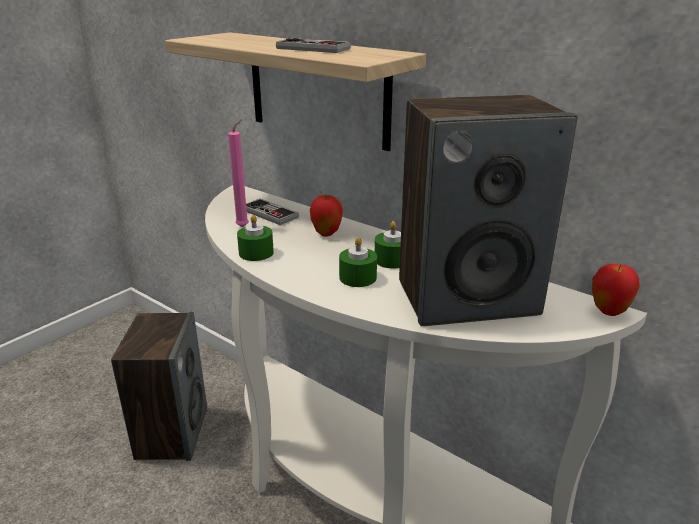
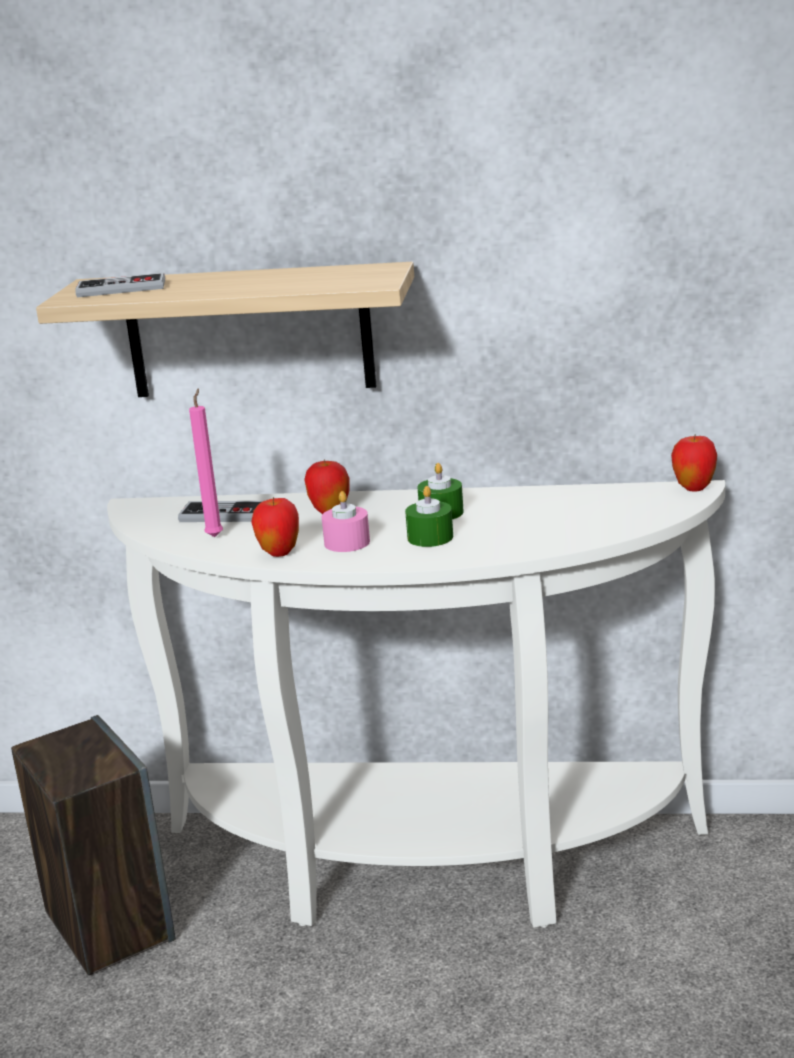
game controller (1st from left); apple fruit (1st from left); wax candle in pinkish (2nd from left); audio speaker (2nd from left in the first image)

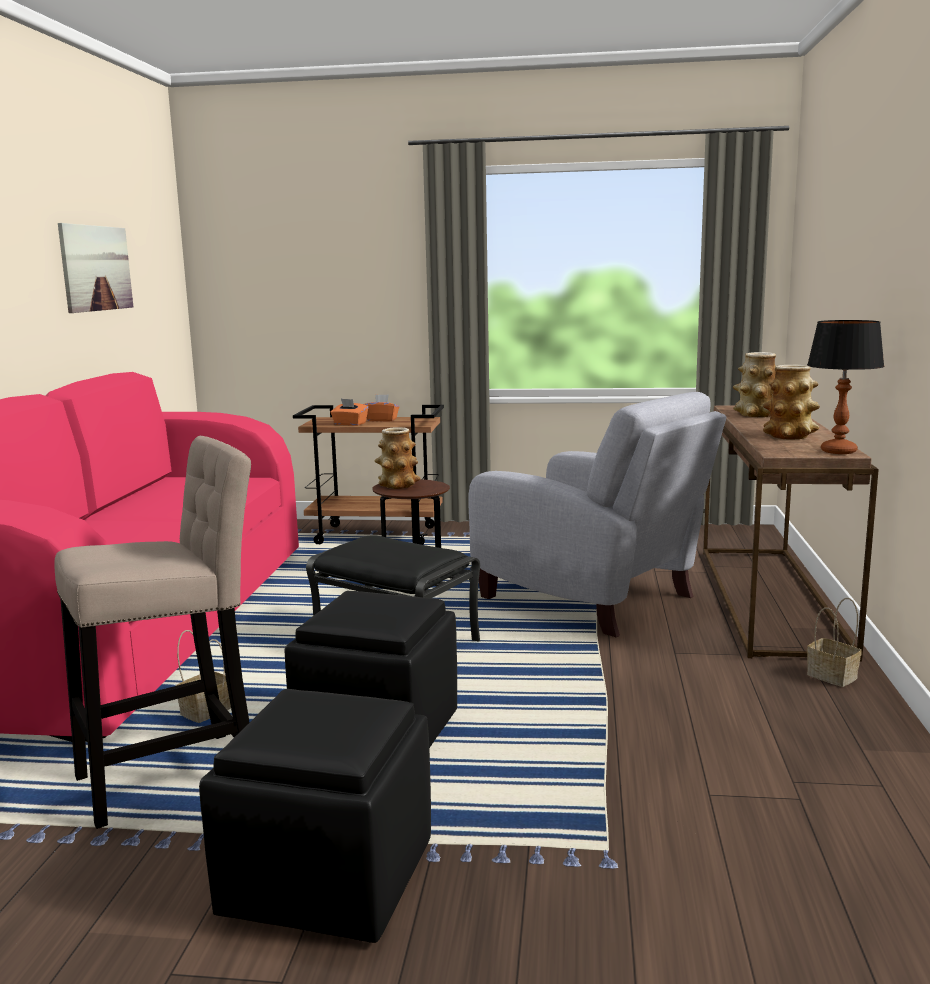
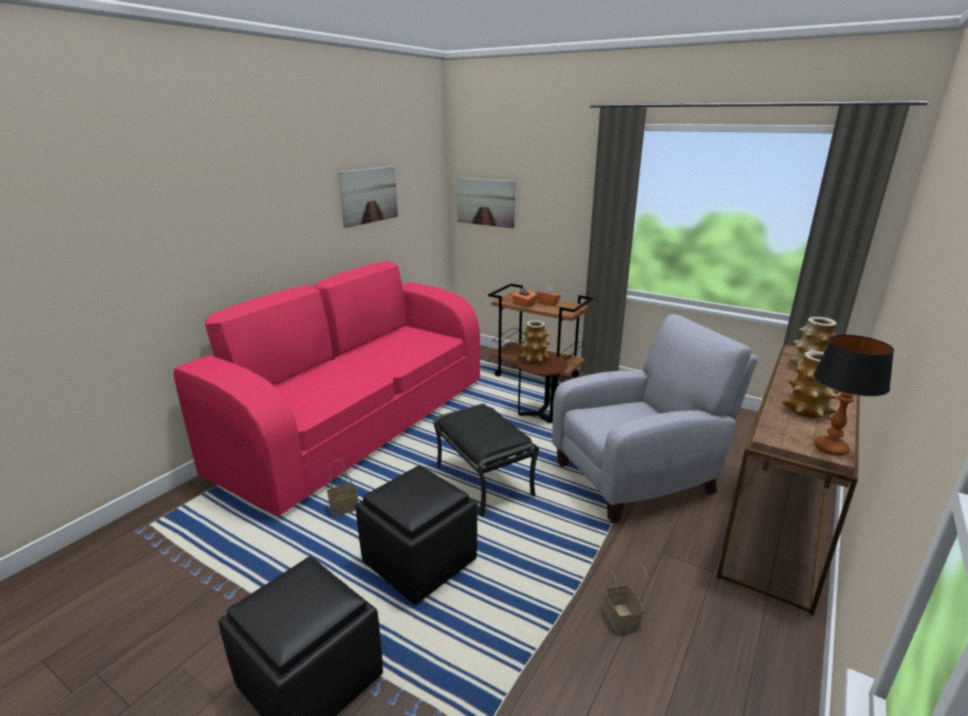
wall picture (2nd from left); lounge chair in gray; household basket (2nd from left); stool in beige-coloured

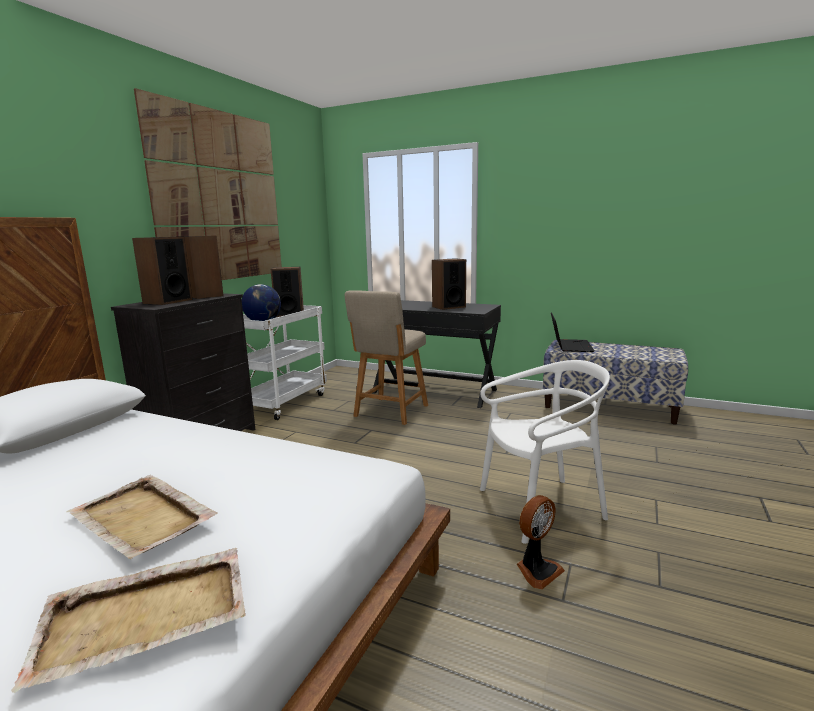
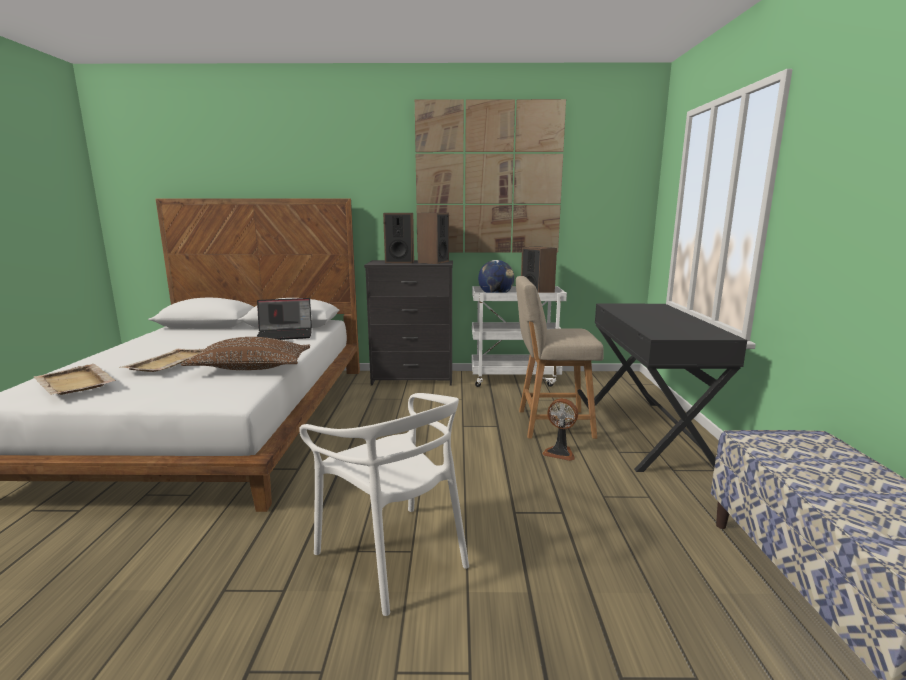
pillow in brownish; portable computer; cooling fan; audio speaker (4th from left in the first image)

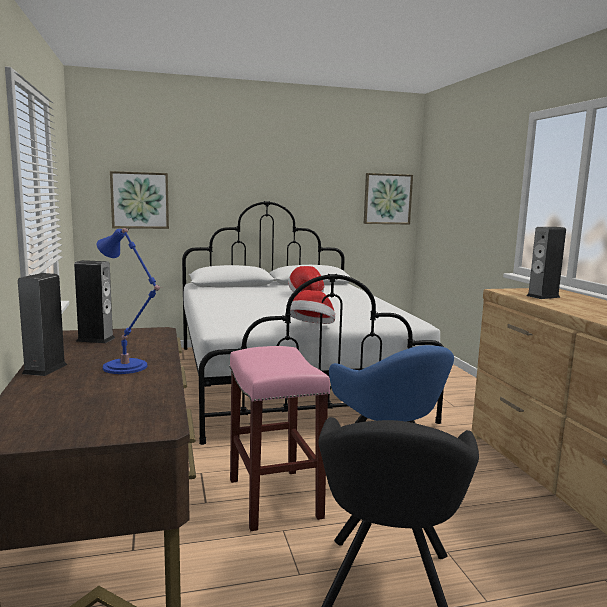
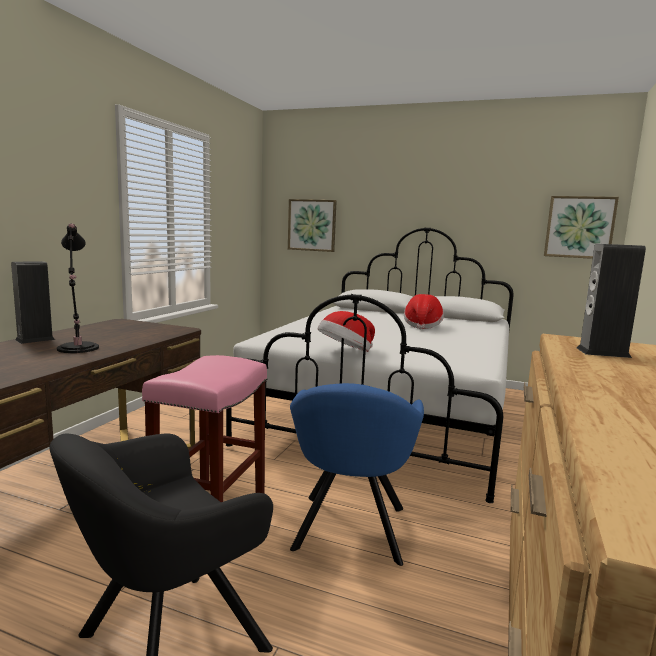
lamp for a table in blackish; audio speaker (2nd from left in the first image)

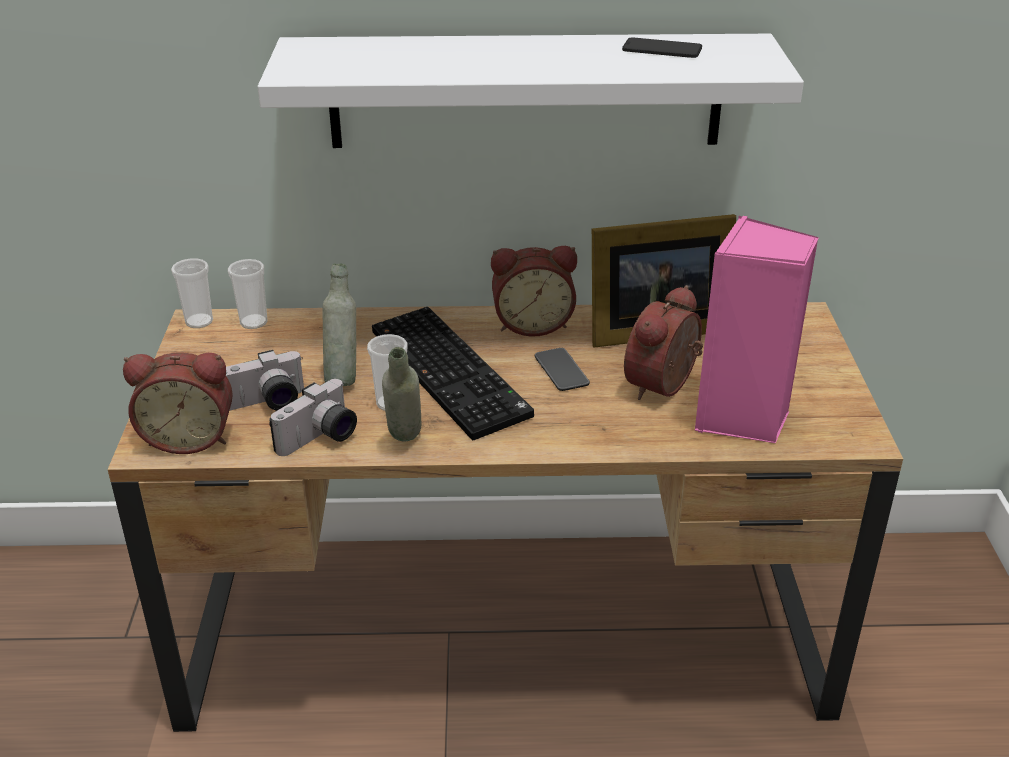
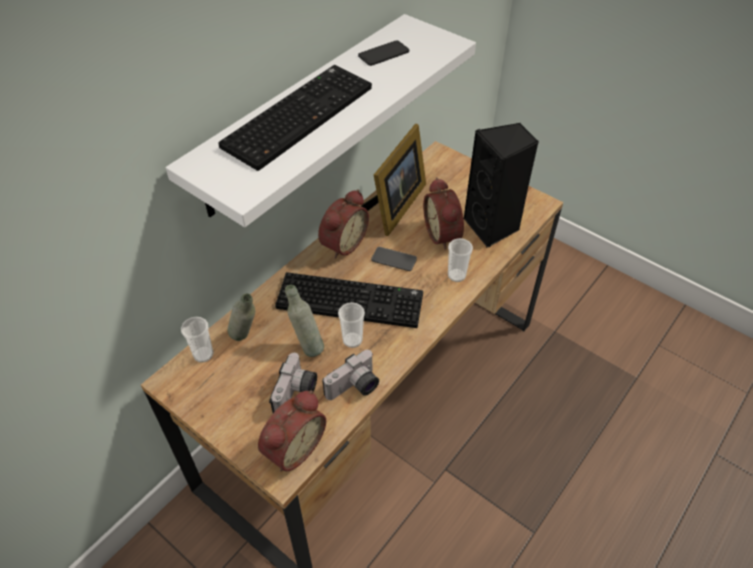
PC keyboard (1st from left); bottle in gray (1st from left); photo camera (2nd from left); drinking cup (3rd from left); audio speaker in blackish

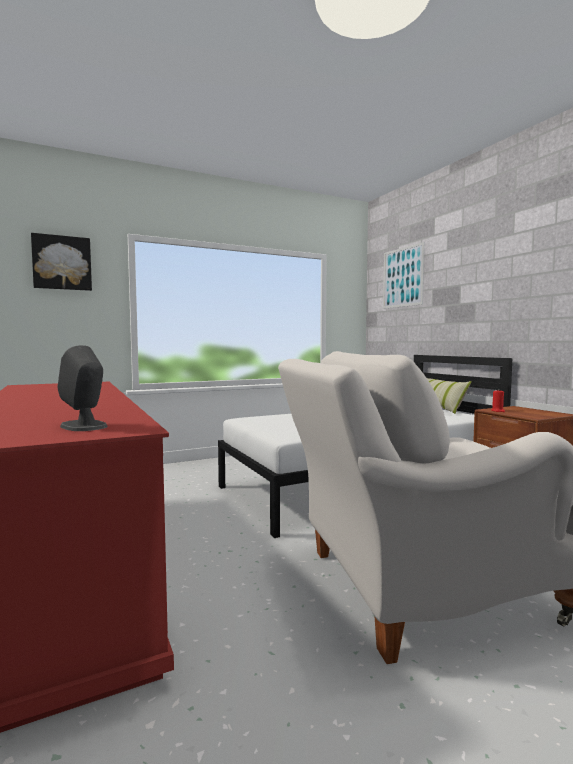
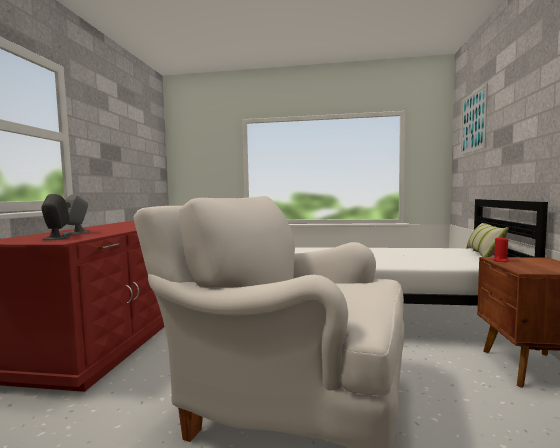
audio speaker in gray (2nd from left); wall picture (1st from left in the first image)

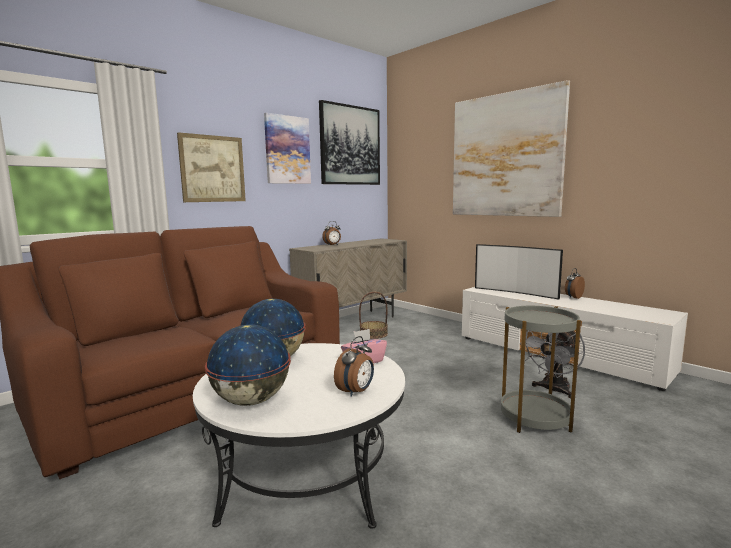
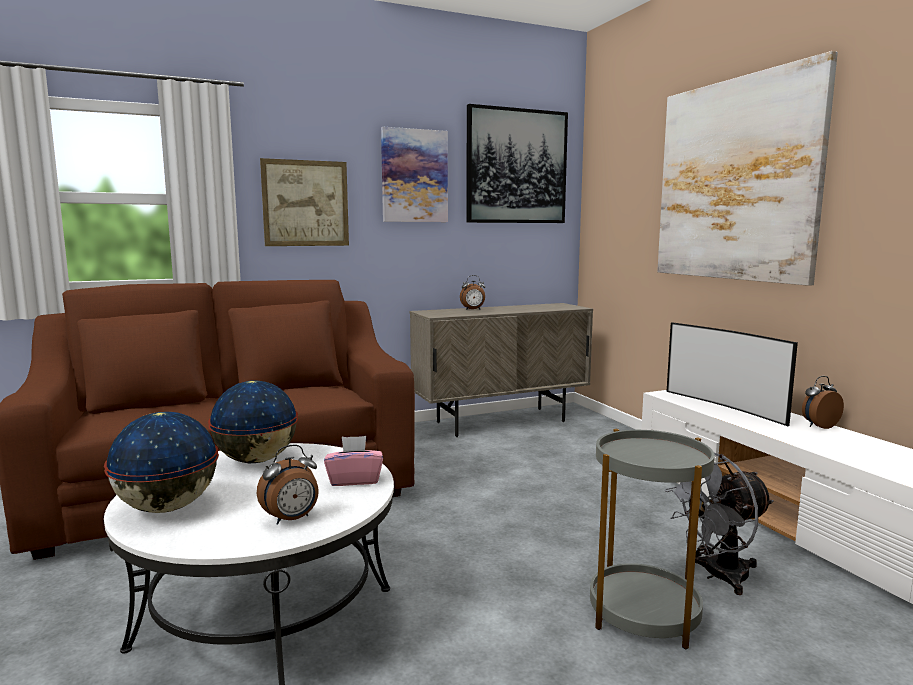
household basket

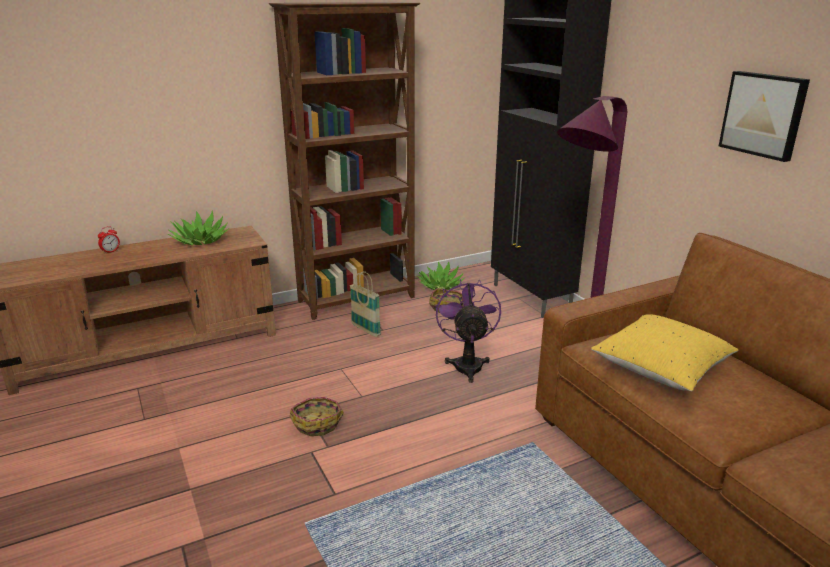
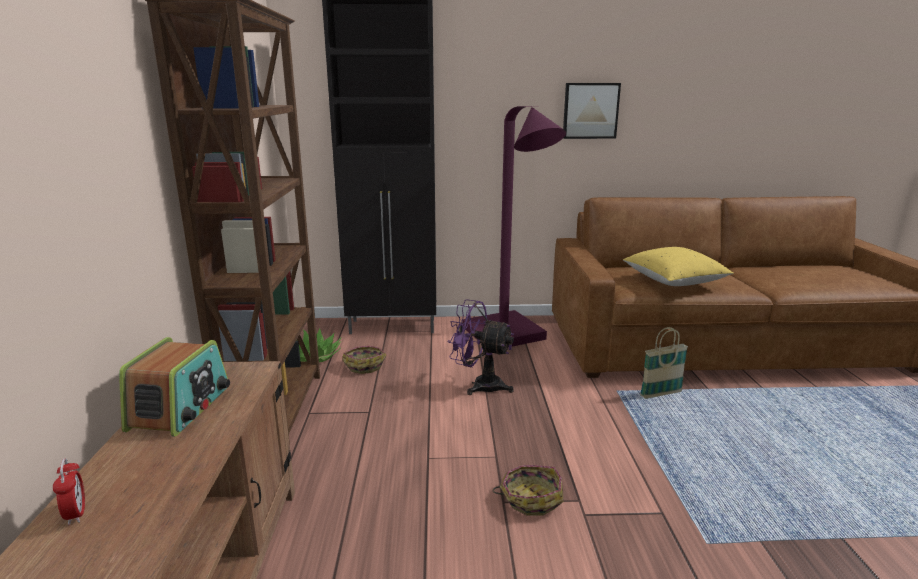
radio set; household basket (3rd from left)

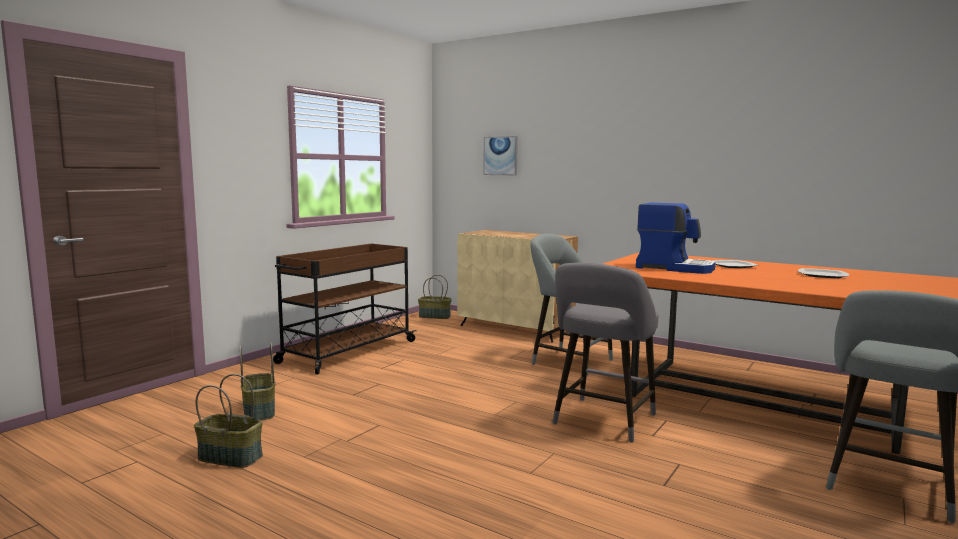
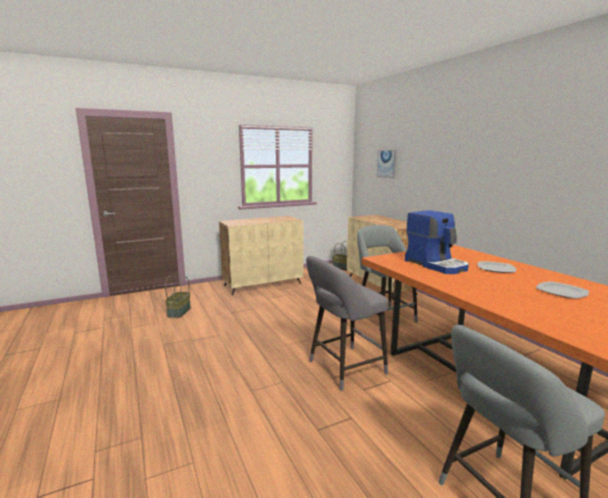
storage cabinet in beige-coloured (1st from left); household basket (1st from left in the first image)

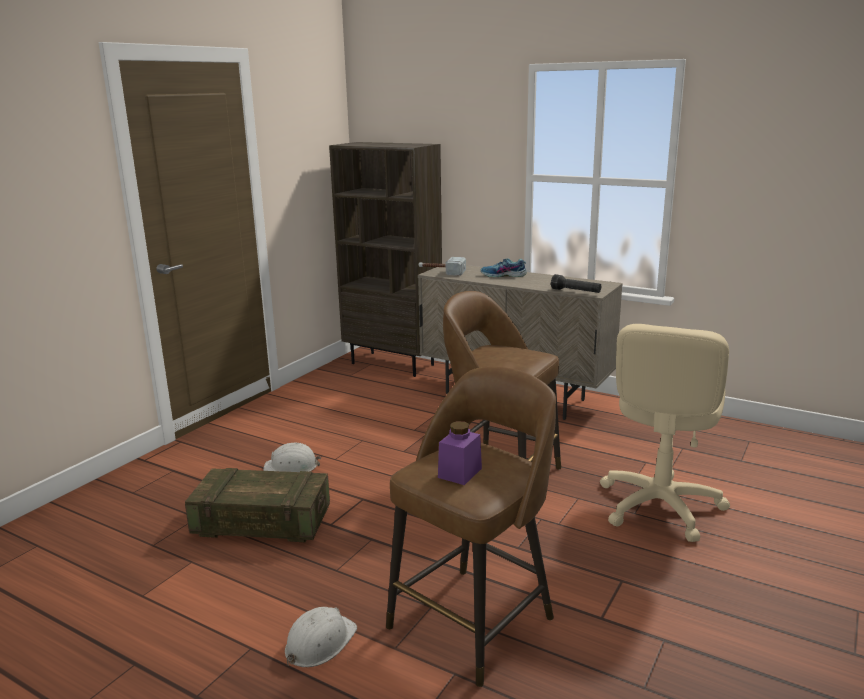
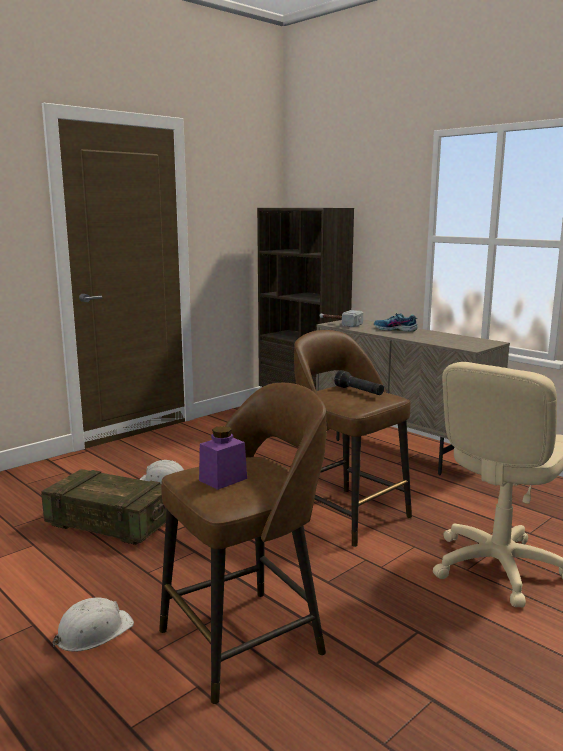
flashlight in blackish

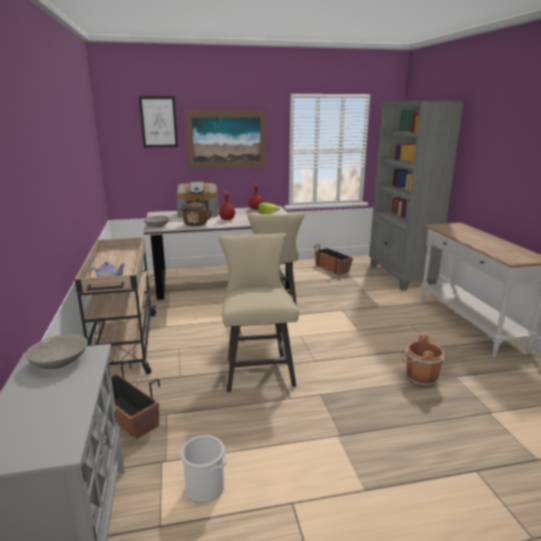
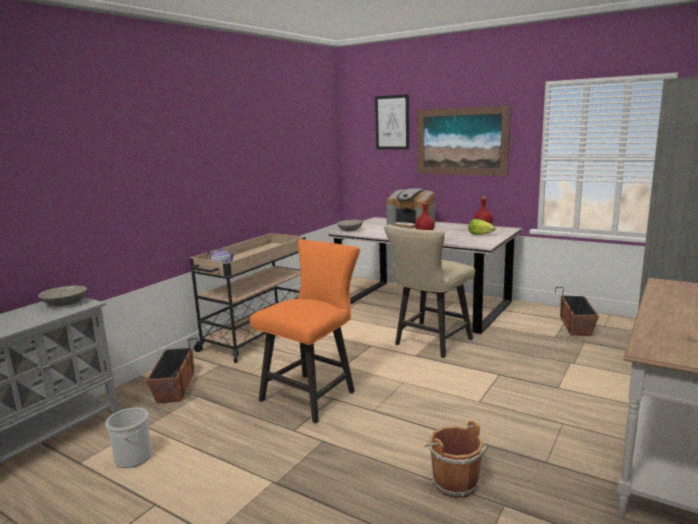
upright chair in orange-coloured; water kettle in brownish

